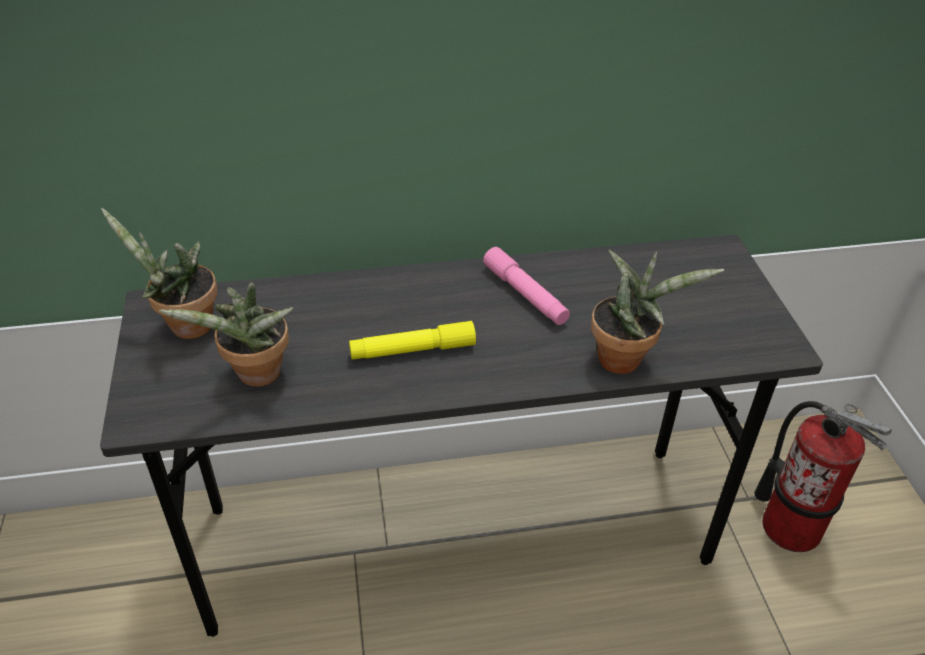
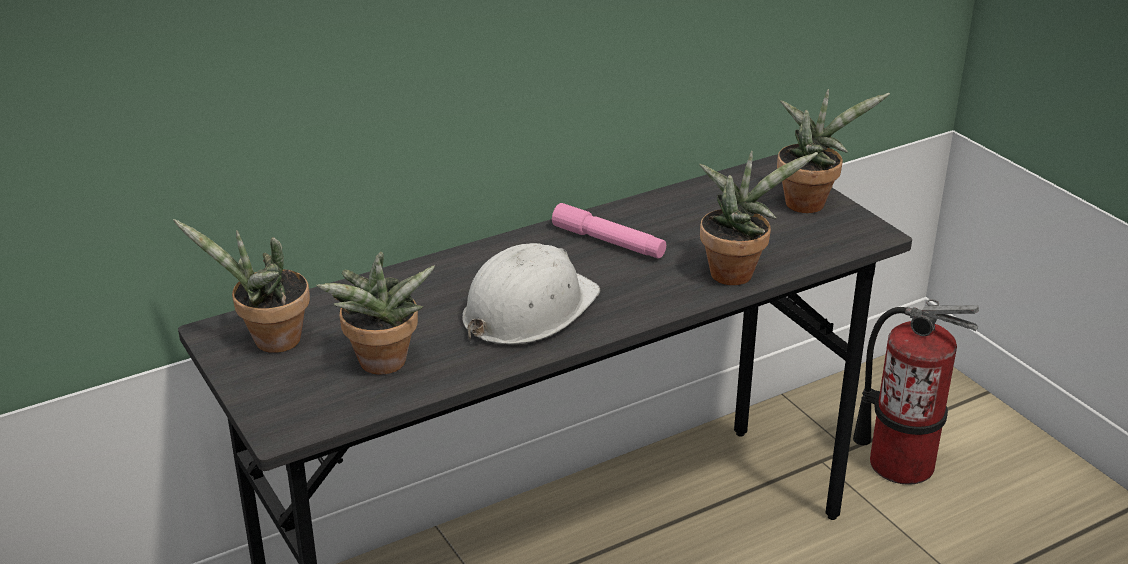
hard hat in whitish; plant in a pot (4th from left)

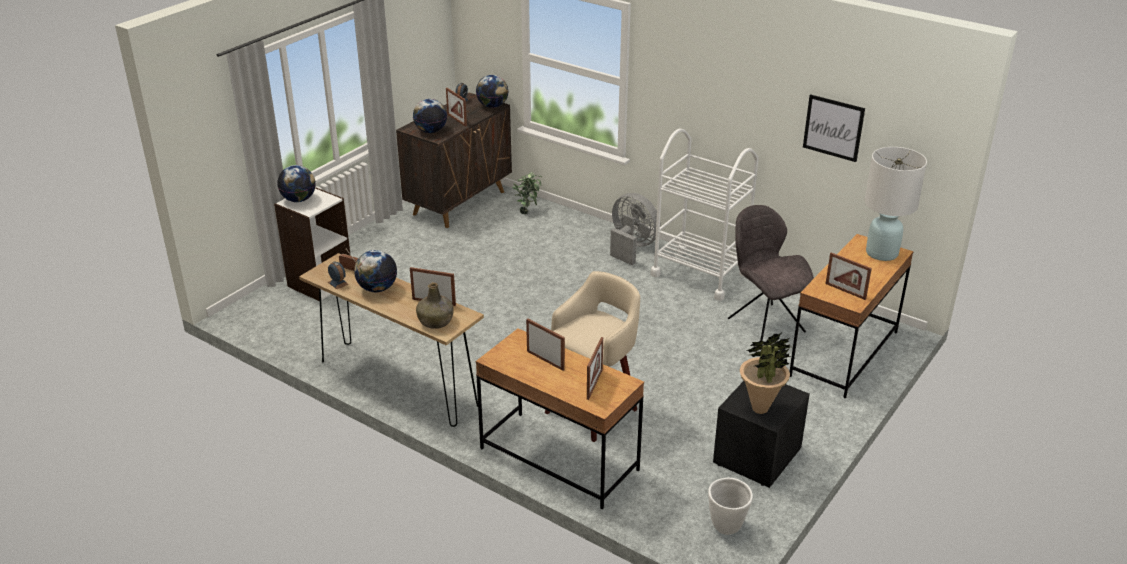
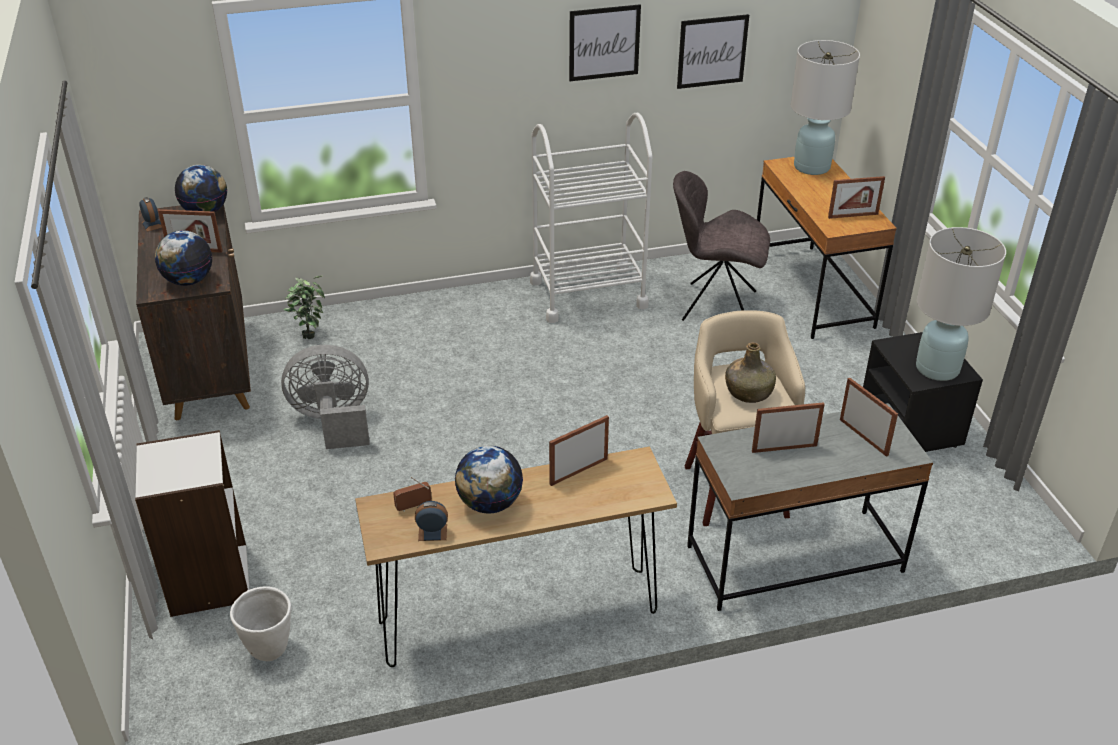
plant pot in whitish; cooling fan in gray; wall picture (1st from left); desk in gray; bottle in green-coloured; lamp for a table in whitish (2nd from left); globe (1st from left in the first image)

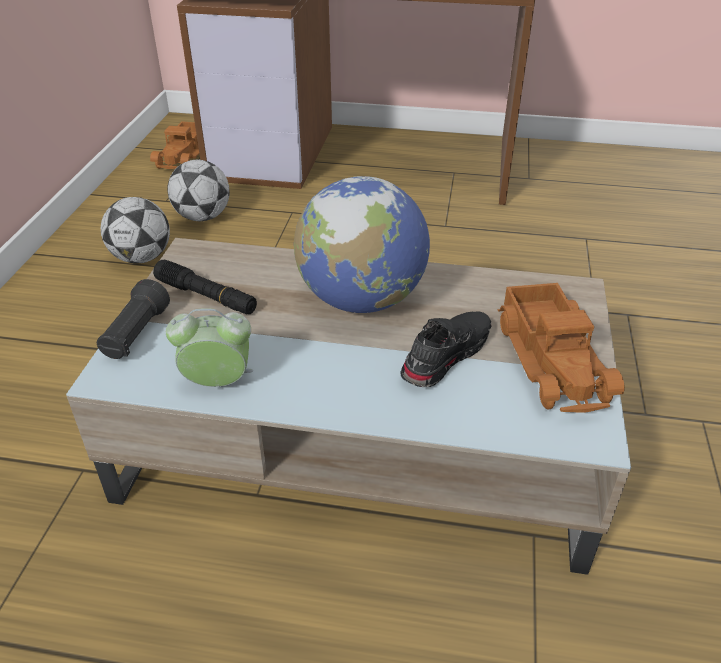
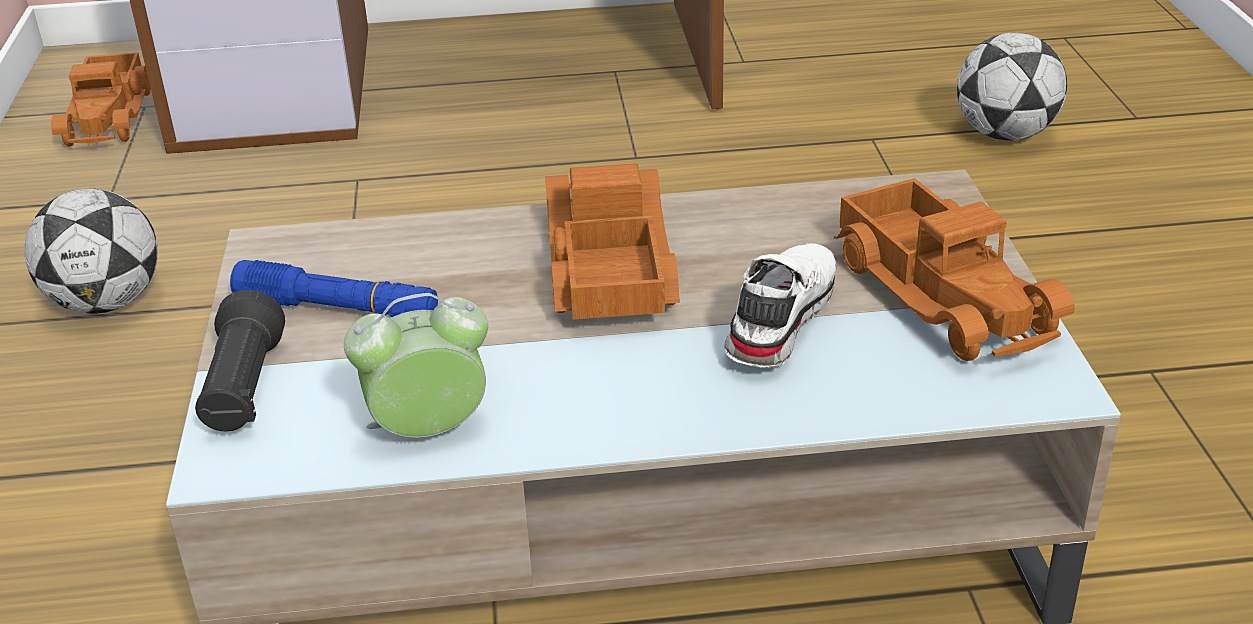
flashlight in blue-coloured; model truck (2nd from left); shoe in whitish; football ball (2nd from left)

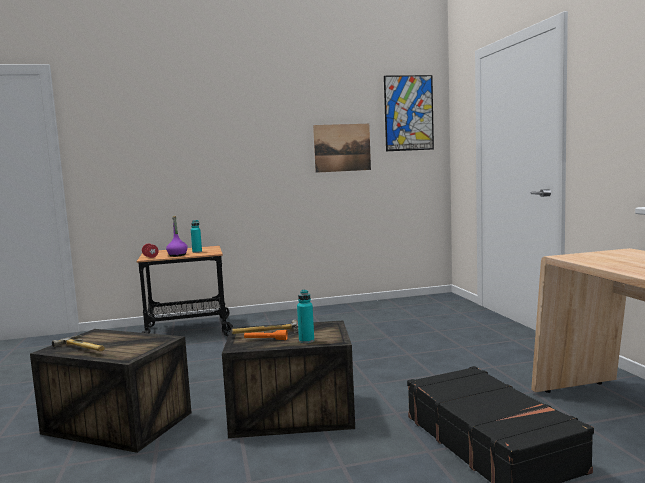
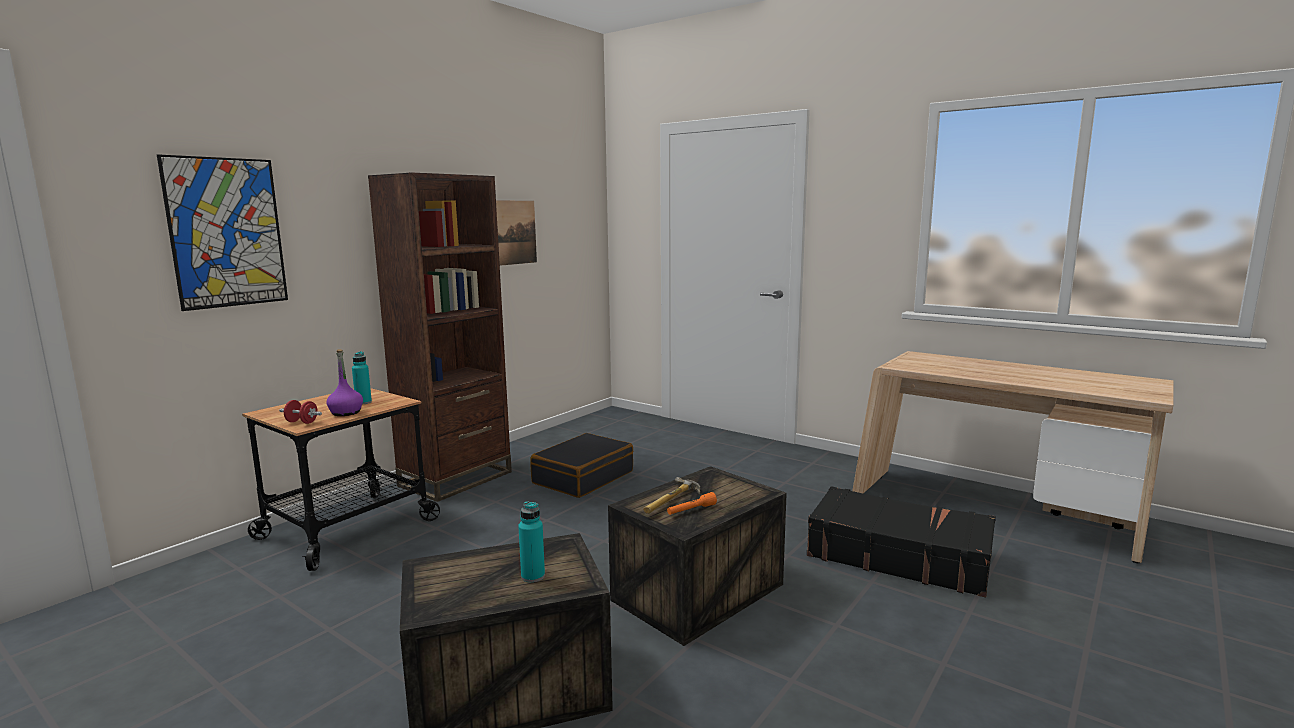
wall picture (1st from left); shelving unit in brownish; bottle in turquoise-coloured (2nd from left); piece of luggage in blackish (1st from left); hammer (1st from left in the first image)

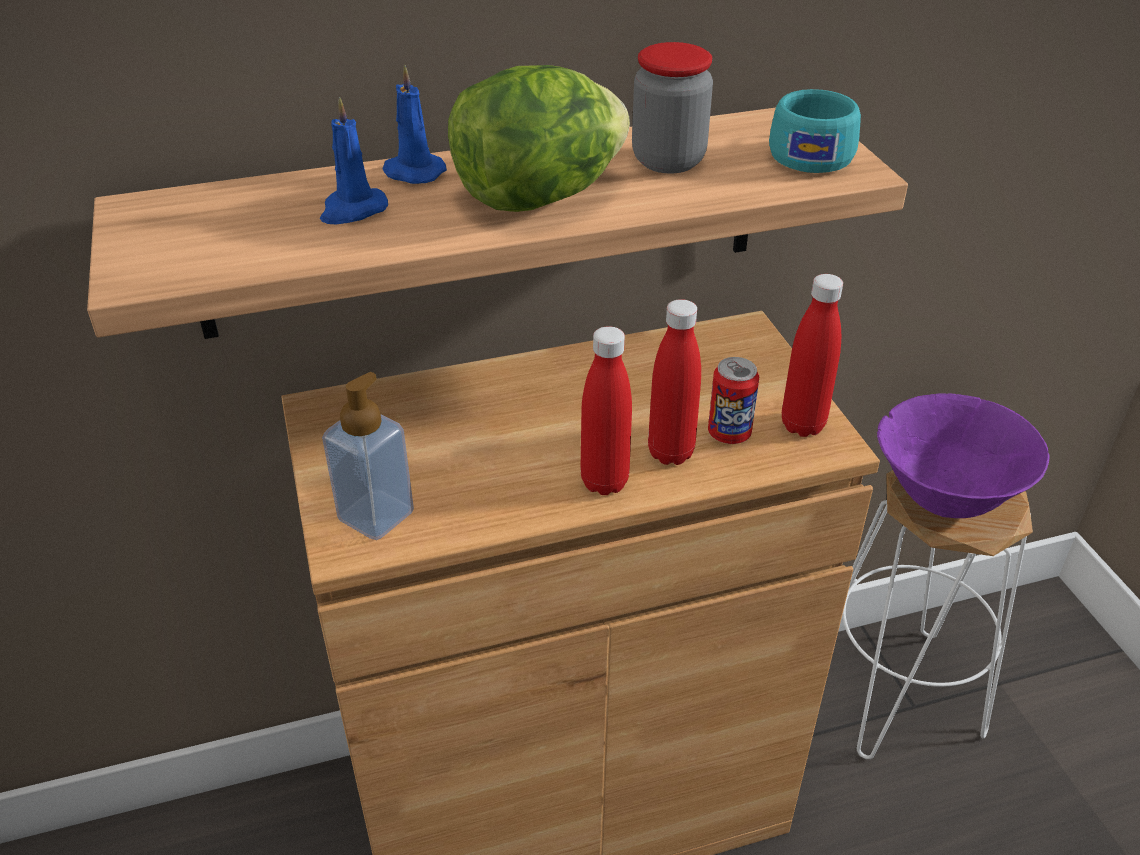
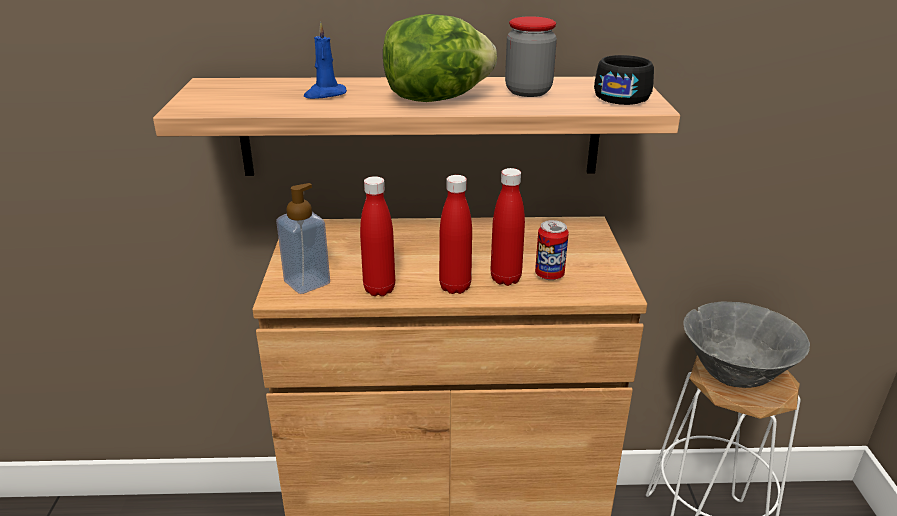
bottle in red-coloured (1st from left); drinking cup in blackish; deep dish in gray; wax candle in blue-coloured (2nd from left in the first image)

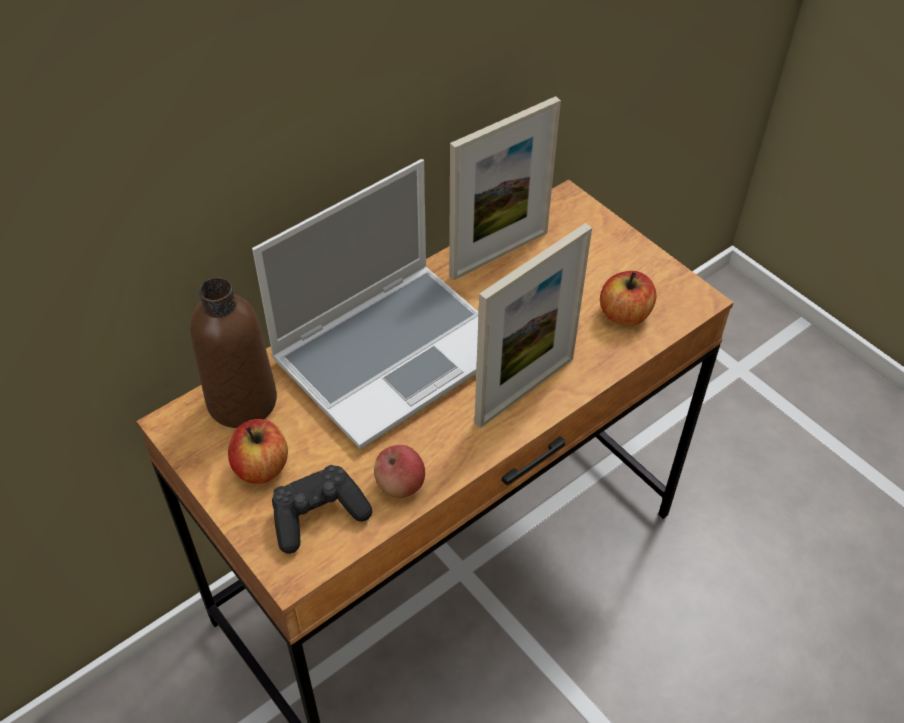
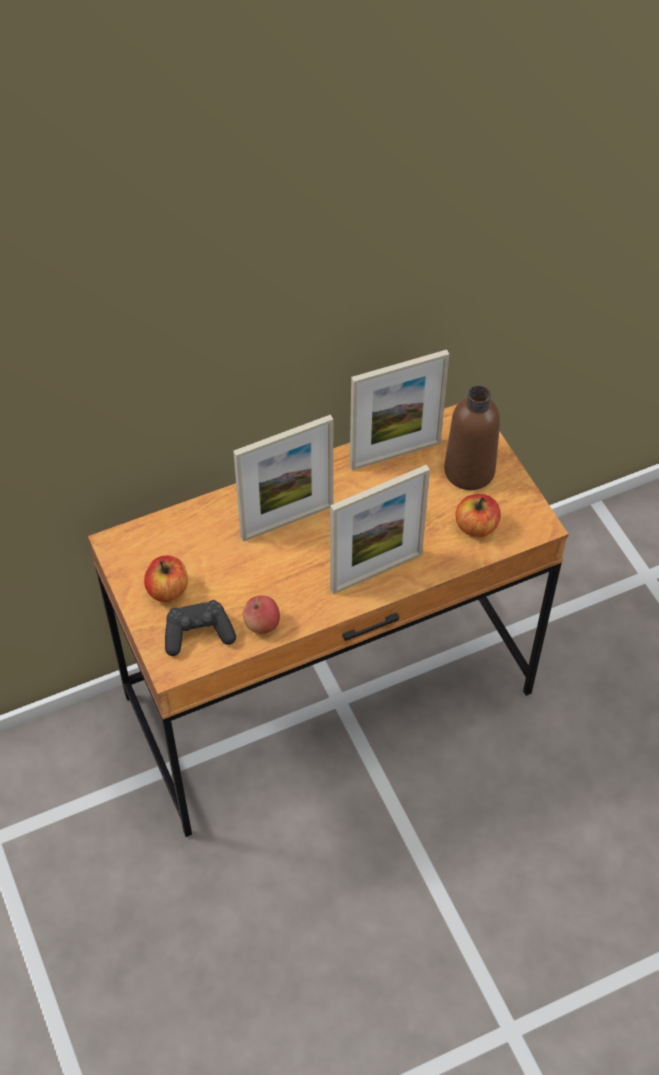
standing frame (1st from left); bottle in brownish

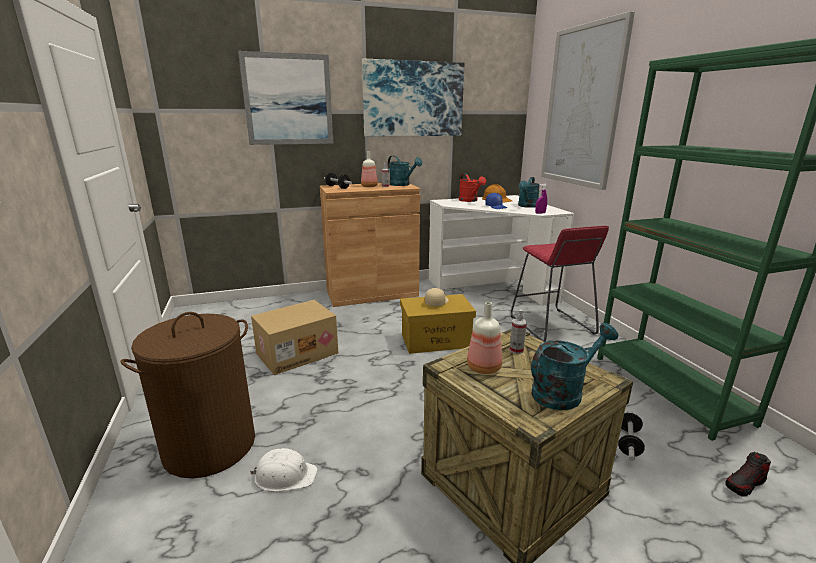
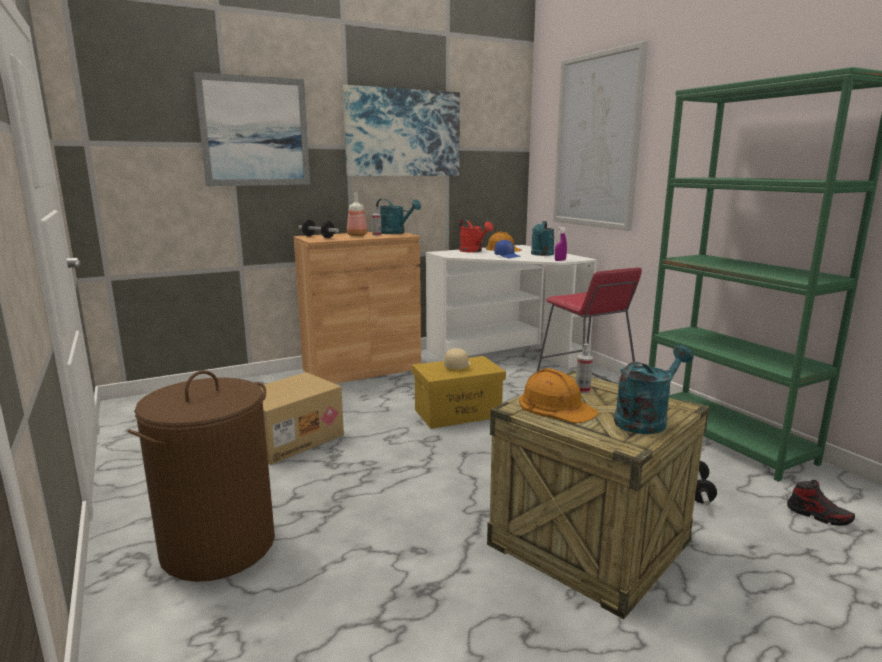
hard hat in orange-coloured (2nd from left); shoe; hard hat in whitish

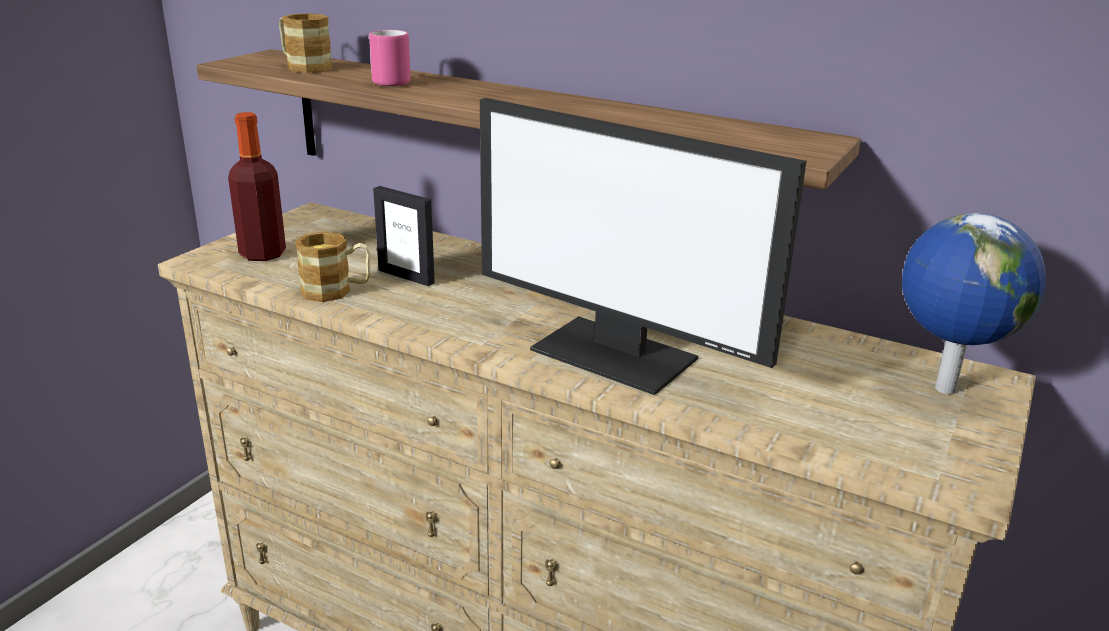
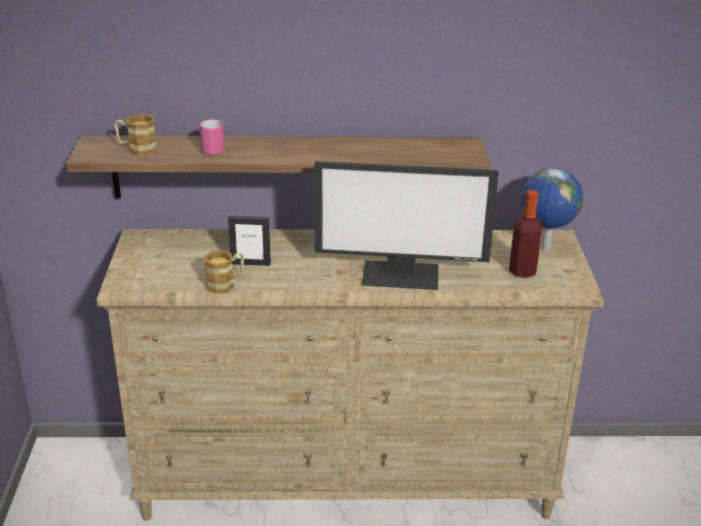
bottle

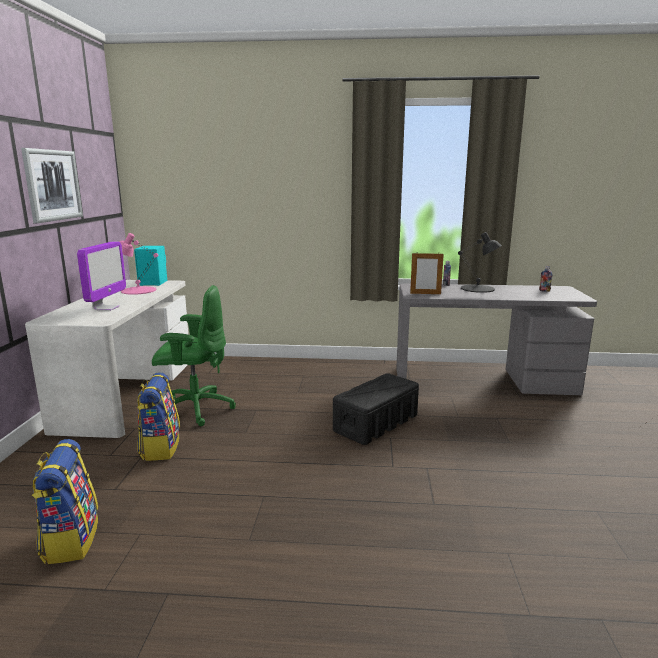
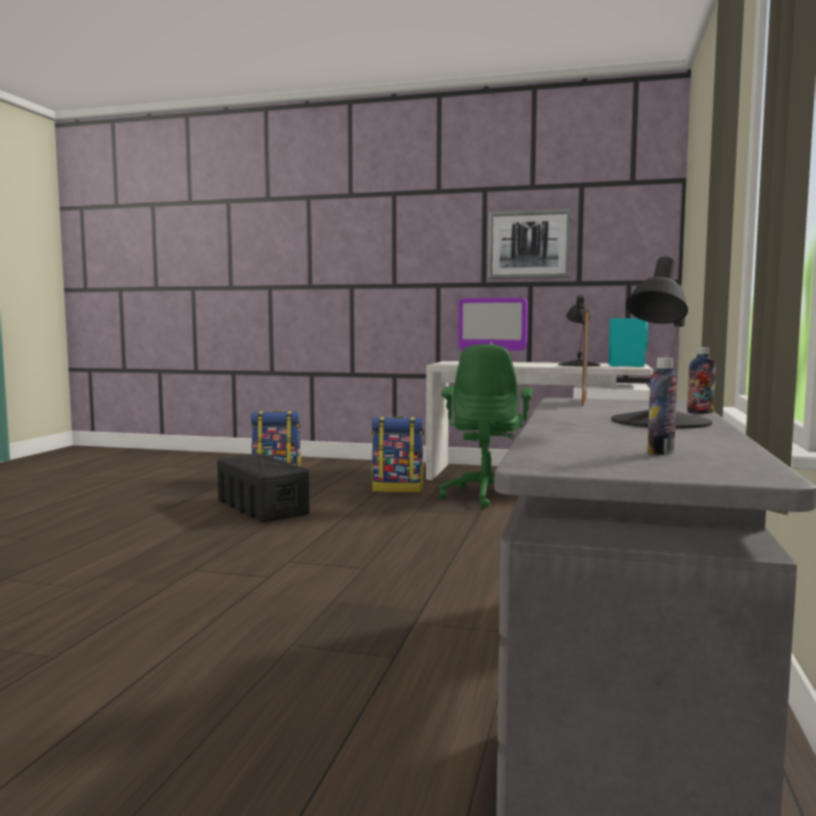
storage container in blackish; lamp for a table in blackish (1st from left)

